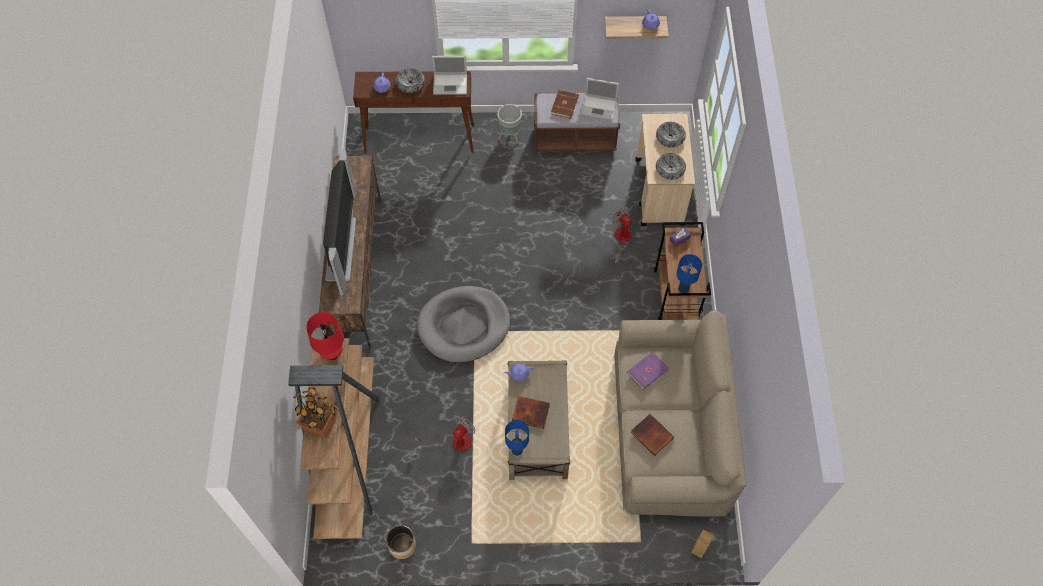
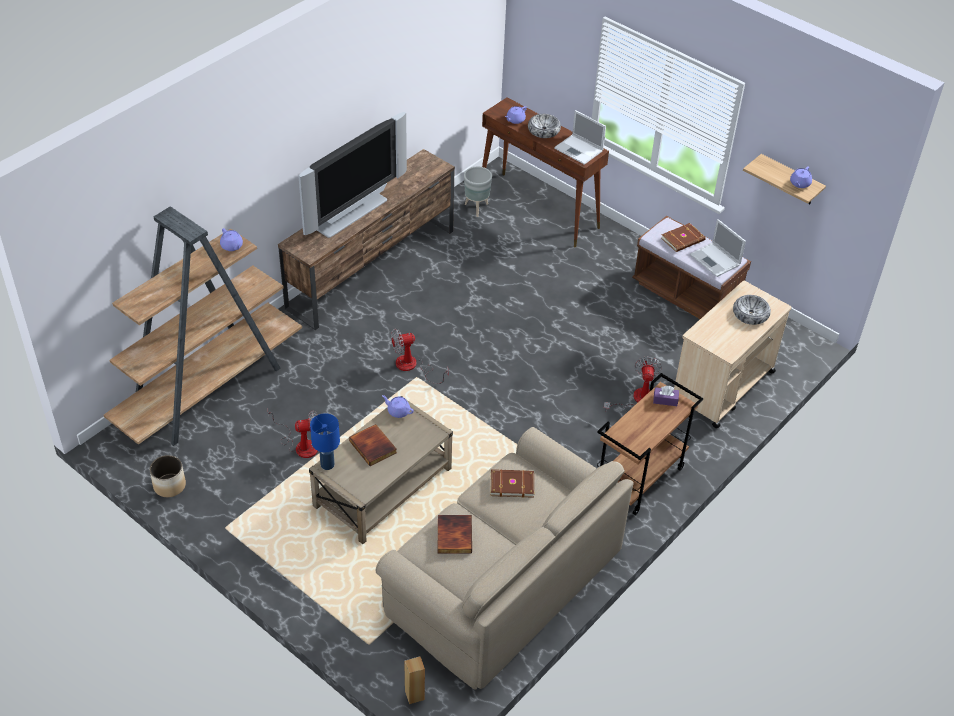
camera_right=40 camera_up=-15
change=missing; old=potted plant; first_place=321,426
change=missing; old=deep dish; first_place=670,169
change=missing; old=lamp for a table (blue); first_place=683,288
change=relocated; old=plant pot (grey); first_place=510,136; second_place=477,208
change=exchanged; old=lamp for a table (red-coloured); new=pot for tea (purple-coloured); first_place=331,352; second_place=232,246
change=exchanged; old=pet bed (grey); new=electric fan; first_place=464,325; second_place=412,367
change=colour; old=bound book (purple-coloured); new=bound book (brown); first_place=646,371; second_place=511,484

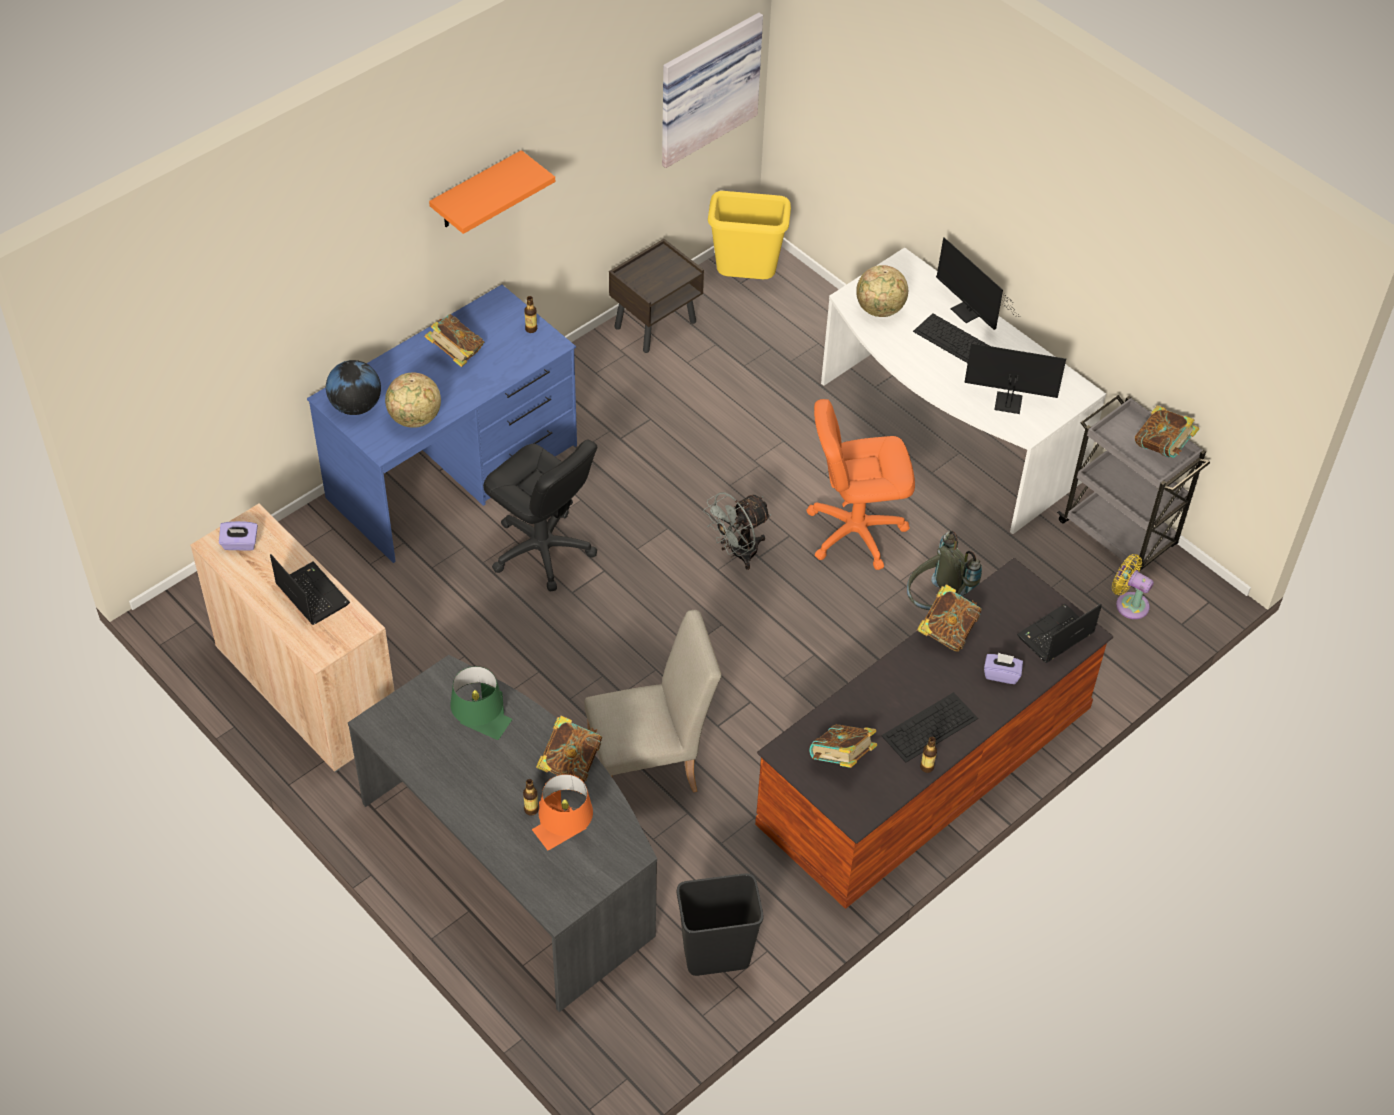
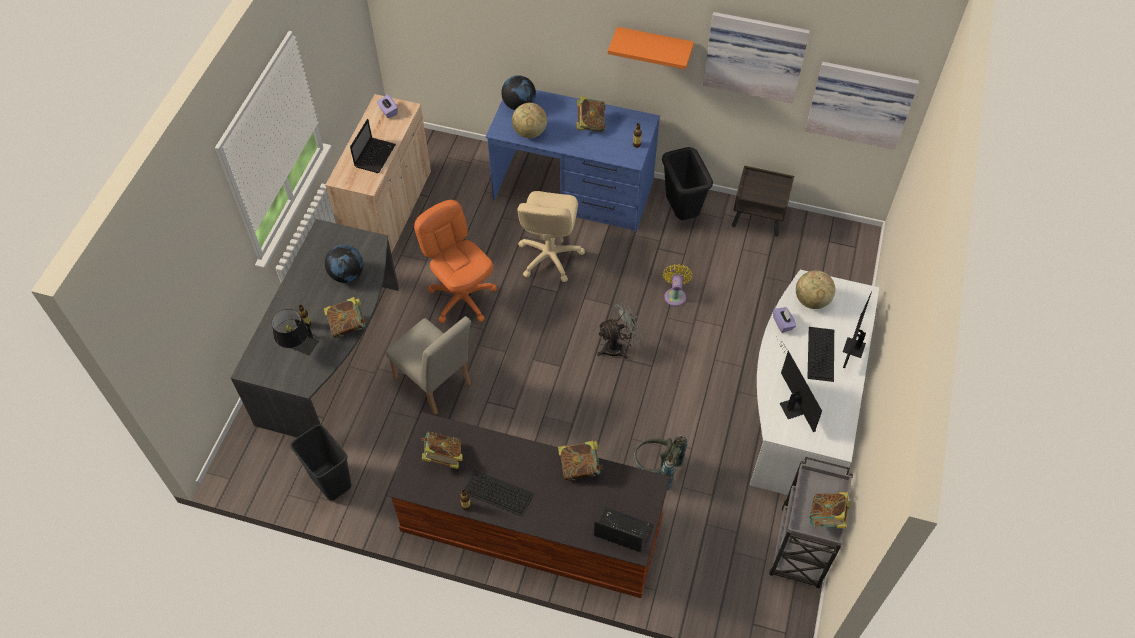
camera_right=60 camera_up=5
change=missing; old=waste bin (yellow-coloured); first_place=745,279
change=appeared; new=waste bin (black); second_place=681,212
change=appeared; new=picture; second_place=755,55
change=relocated; old=computer chair (orangey); first_place=855,531; second_place=462,298
change=relocated; old=tissue holder (purple-coloured); first_place=1001,674; second_place=783,324
change=relocated; old=electric fan (yellow-coloured); first_place=1129,604; second_place=675,295
change=exchanged; old=lamp for a table (green); new=desk globe; first_place=481,728; second_place=347,275
change=colour; old=computer chair (black); new=computer chair (beige); first_place=542,551; second_place=549,257
change=colour; old=lamp for a table (orangey); new=lamp for a table (black); first_place=565,836; second_place=298,348
change=spun; old=electric fan (grey); first_place=737,553; second_place=618,347; degrees=135

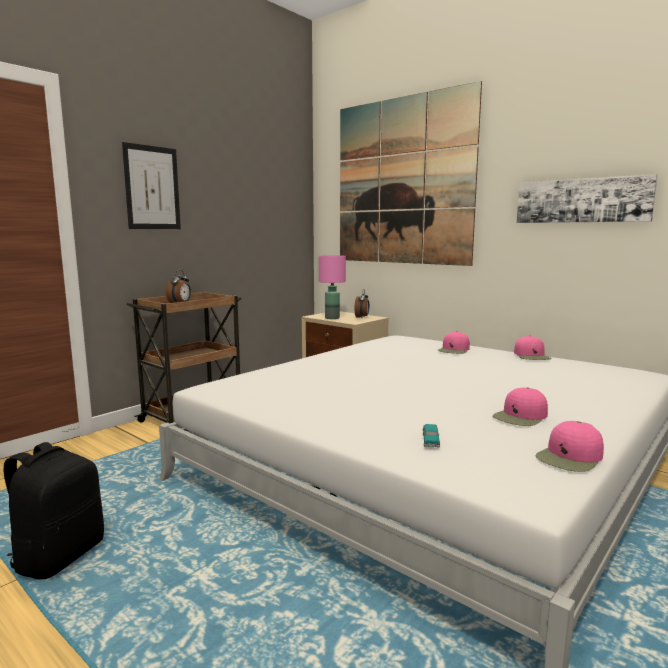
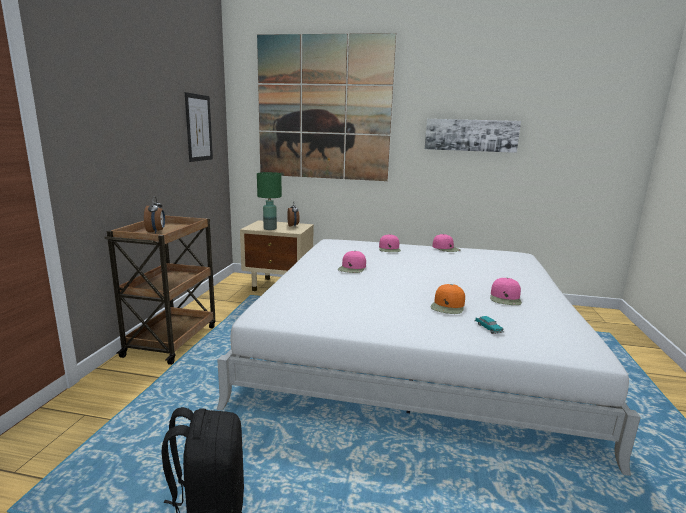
camera_right=-30 camera_up=5
change=appeared; new=peaked cap (orangey); second_place=448,306
change=relocated; old=picture; first_place=152,188; second_place=199,128
change=relocated; old=peaked cap (pinkish); first_place=570,457; second_place=352,268
change=colour; old=lamp for a table (pinkish); new=lamp for a table (green); first_place=332,318; second_place=269,228

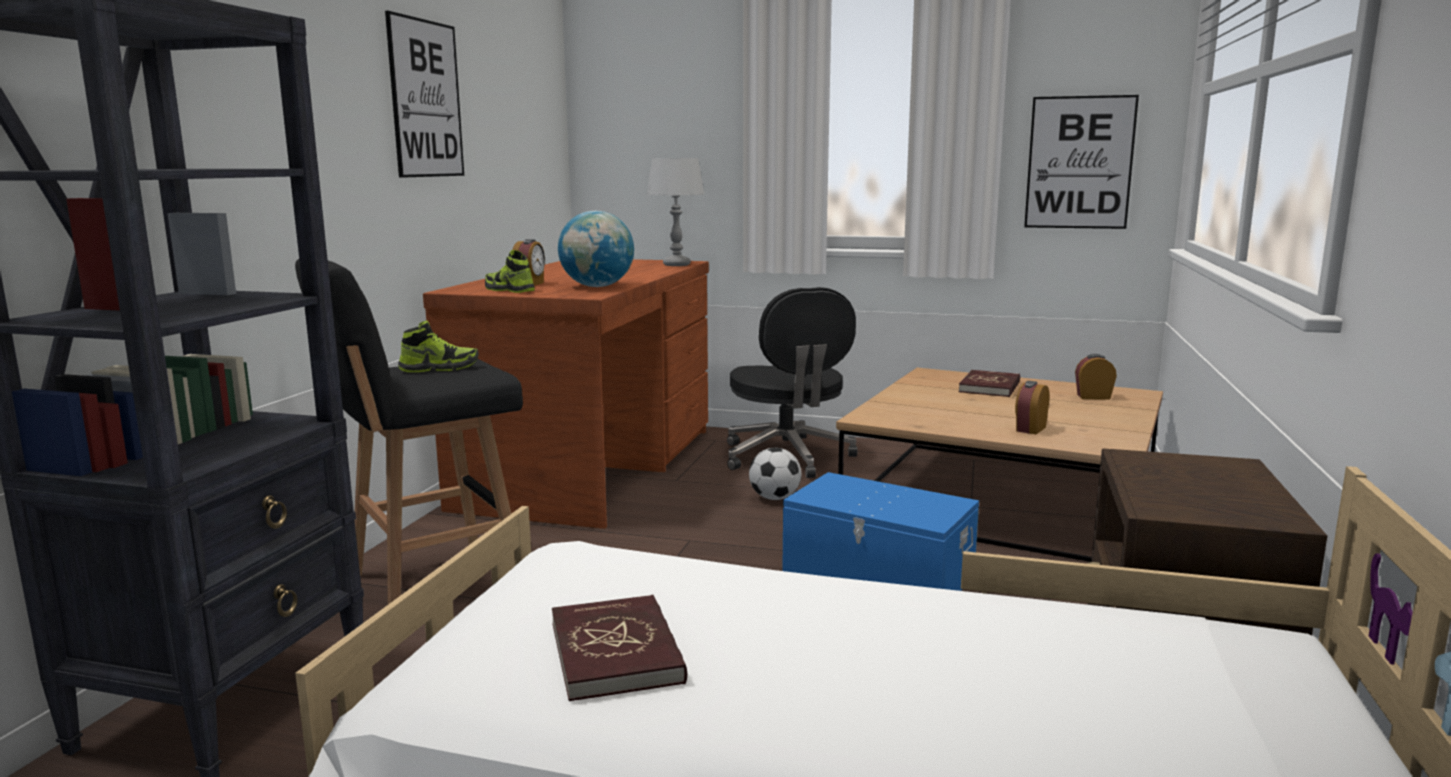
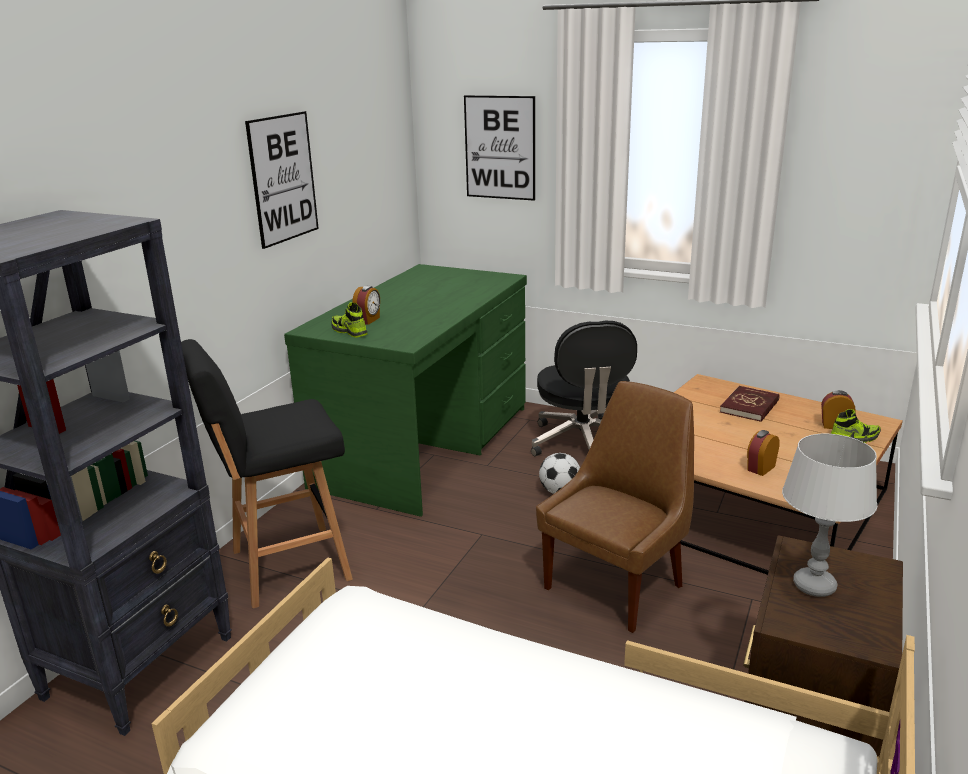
camera_right=10 camera_up=10
change=missing; old=bound book (red-coloured); first_place=616,652
change=missing; old=desk globe; first_place=597,286
change=relocated; old=shoe; first_place=439,368; second_place=854,438
change=relocated; old=lamp for a table (grey); first_place=676,265; second_place=814,585
change=relocated; old=picture; first_place=1079,163; second_place=500,148
change=exchanged; old=storage box (blue); new=plain chair (brown); first_place=878,575; second_place=616,585
change=colour; old=desk unit (brown); new=desk unit (green); first_place=593,467; second_place=426,446

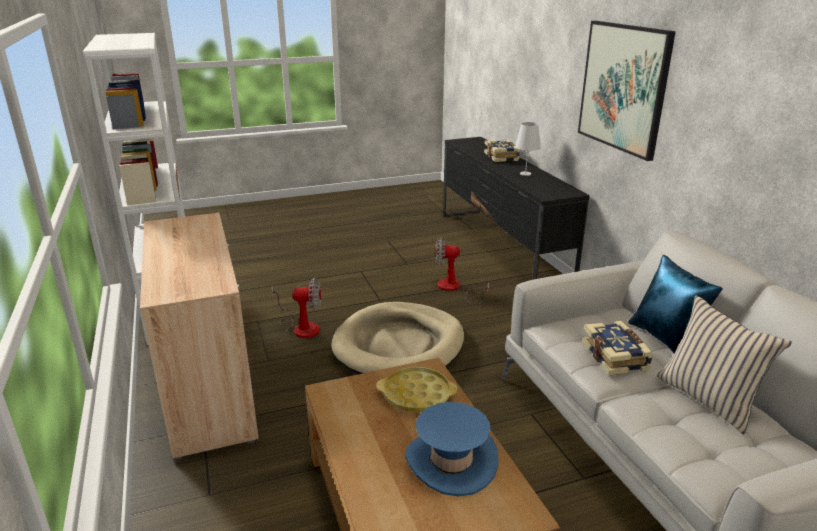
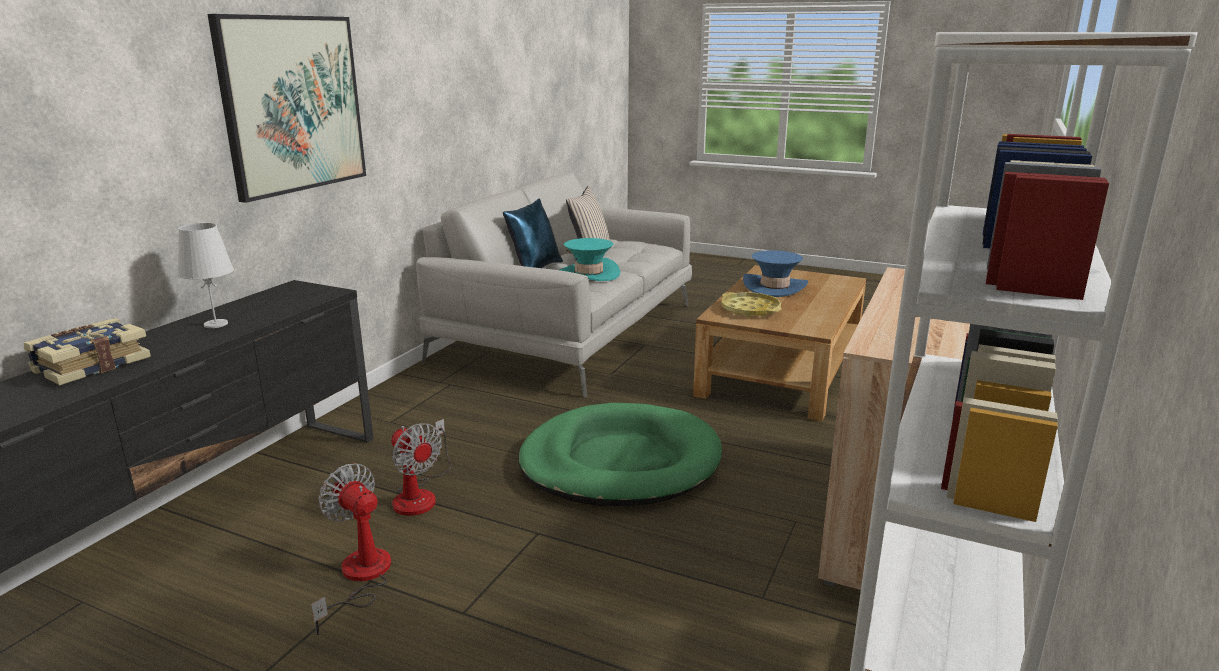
camera_right=-135 camera_up=-5
change=relocated; old=electric fan; first_place=301,327; second_place=359,578
change=exchanged; old=bound book; new=clothing hat (turquoise); first_place=616,357; second_place=588,274
change=colour; old=pet bed (beige); new=pet bed (green); first_place=399,346; second_place=620,462

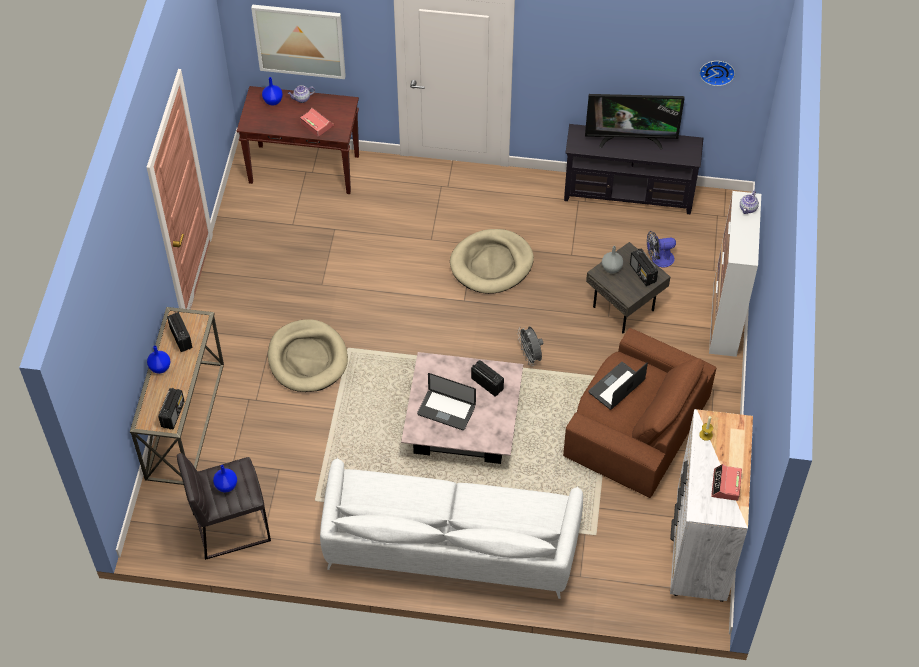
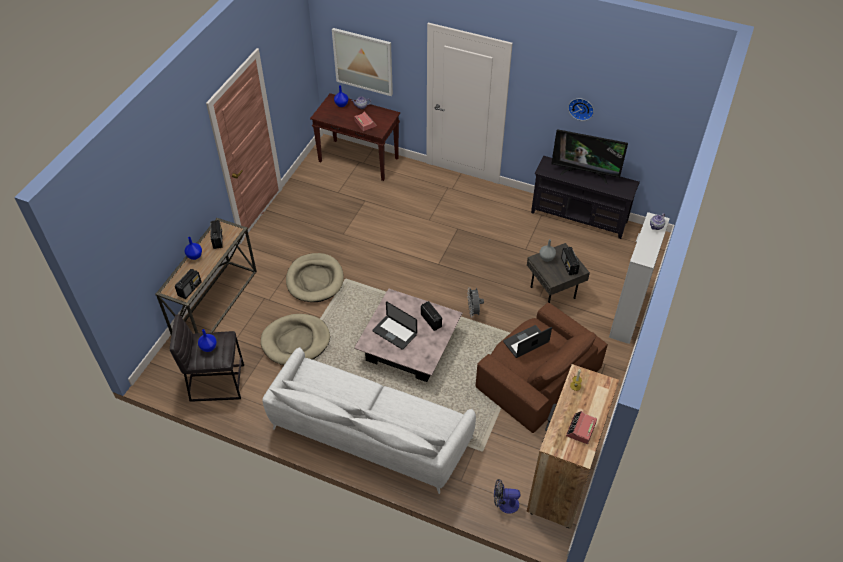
camera_right=15 camera_up=-5
change=relocated; old=pet bed (beige); first_place=491,264; second_place=296,341
change=relocated; old=electric fan; first_place=658,259; second_place=504,504
change=relocated; old=clock on the wall; first_place=717,71; second_place=581,108
change=colour; old=drawer chest (whitish); new=drawer chest (brown); first_place=700,548; second_place=562,481

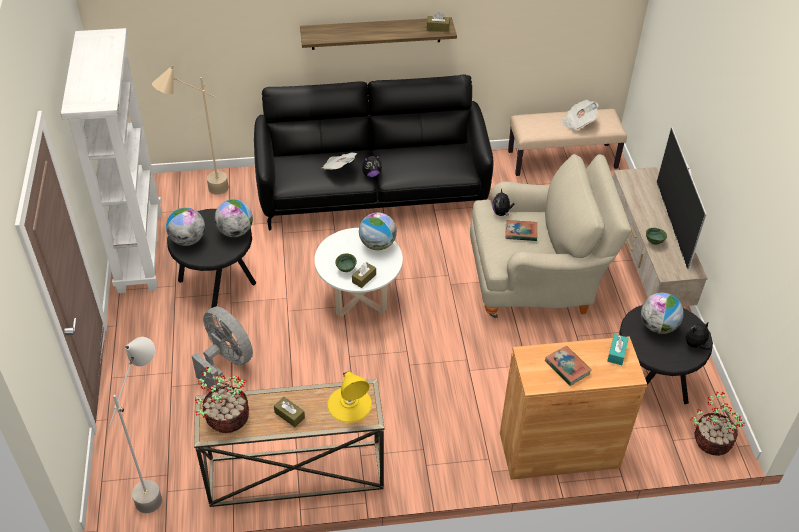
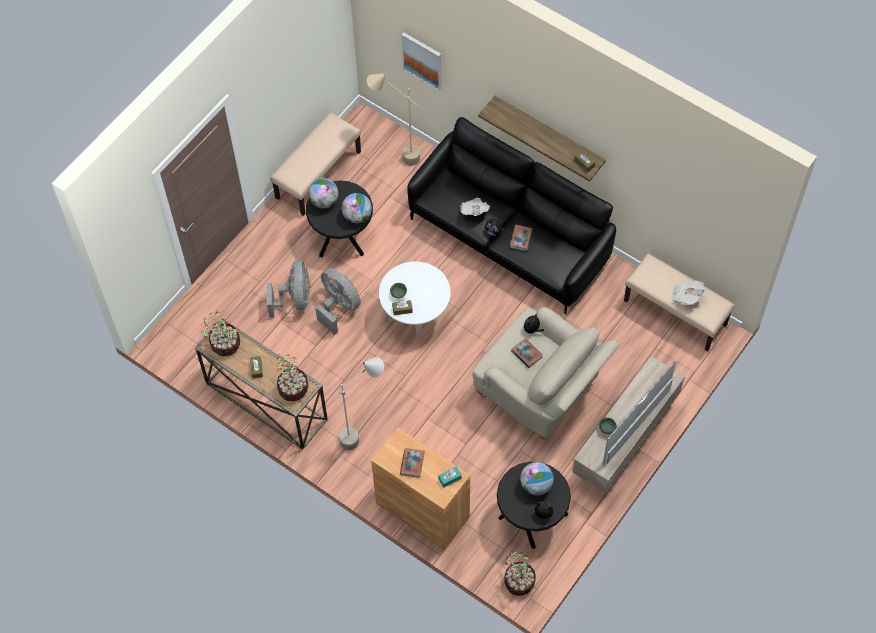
camera_right=45 camera_up=15
change=missing; old=desk globe; first_place=377,244
change=appeared; new=electric fan (grey); second_place=338,307
change=appeared; new=picture; second_place=422,60
change=appeared; new=bound book; second_place=521,239
change=relocated; old=floor lamp (grey); first_place=159,482; second_place=364,434
change=exchanged; old=bookshelf (whitish); new=bench (beige); first_place=139,250; second_place=318,174
change=exchanged; old=lamp for a table (yellow-coloured); new=potted plant; first_place=349,404; second_place=292,388

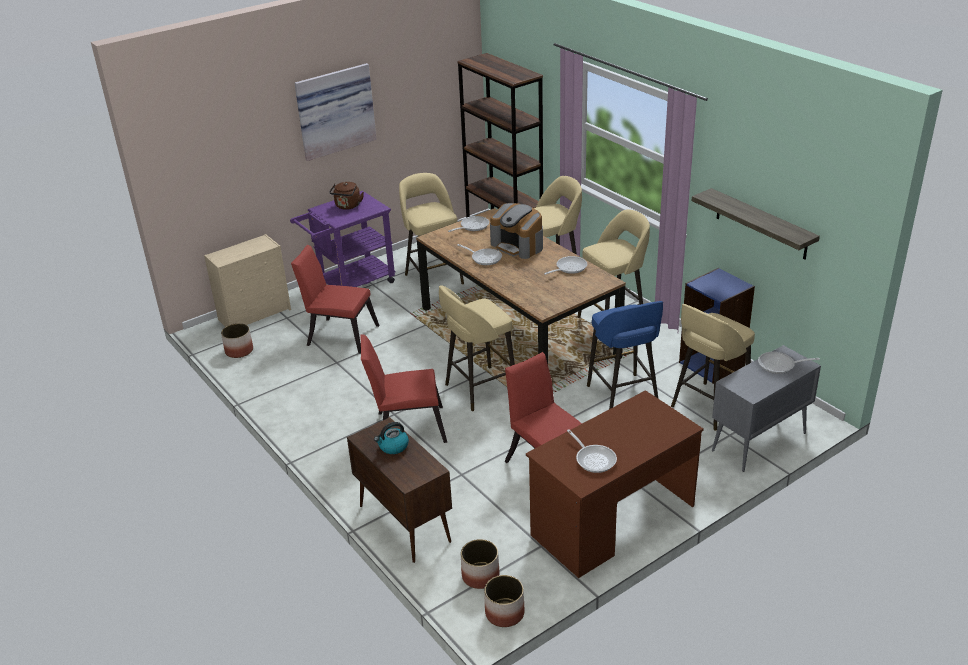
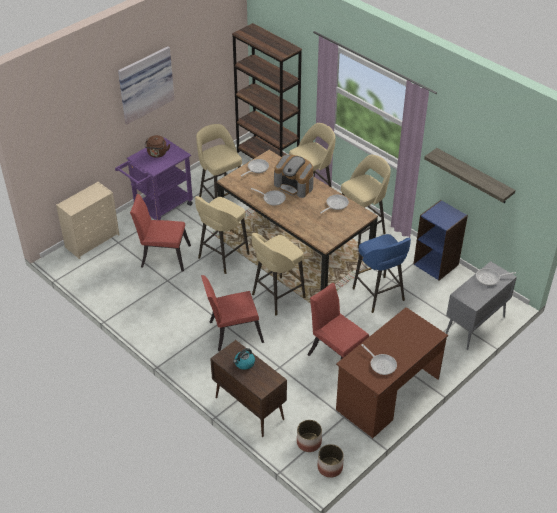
camera_right=-10 camera_up=10
change=missing; old=plant pot; first_place=239,351
change=relocated; old=stool (beige); first_place=708,407; second_place=222,257

